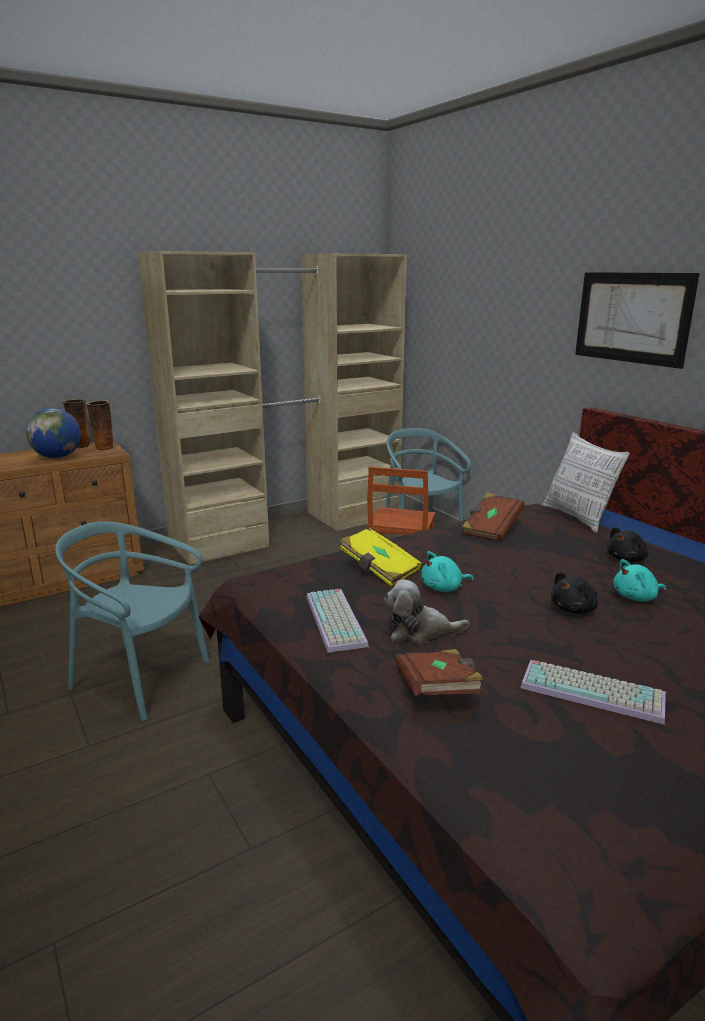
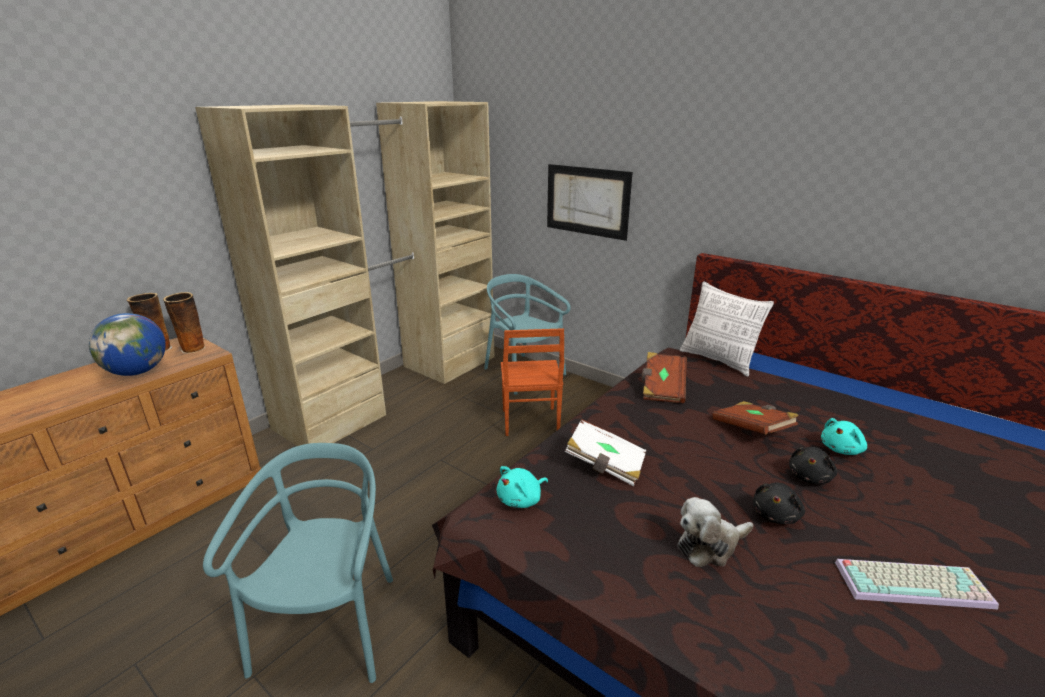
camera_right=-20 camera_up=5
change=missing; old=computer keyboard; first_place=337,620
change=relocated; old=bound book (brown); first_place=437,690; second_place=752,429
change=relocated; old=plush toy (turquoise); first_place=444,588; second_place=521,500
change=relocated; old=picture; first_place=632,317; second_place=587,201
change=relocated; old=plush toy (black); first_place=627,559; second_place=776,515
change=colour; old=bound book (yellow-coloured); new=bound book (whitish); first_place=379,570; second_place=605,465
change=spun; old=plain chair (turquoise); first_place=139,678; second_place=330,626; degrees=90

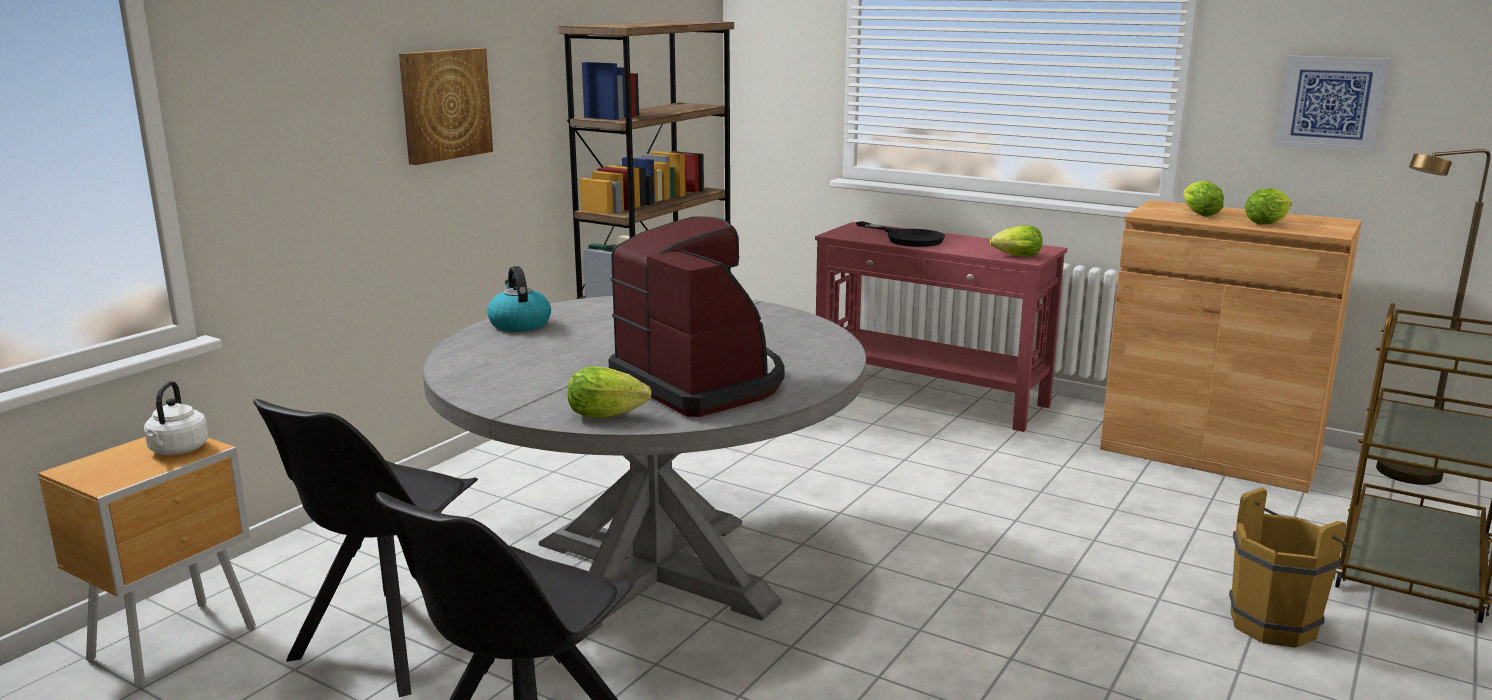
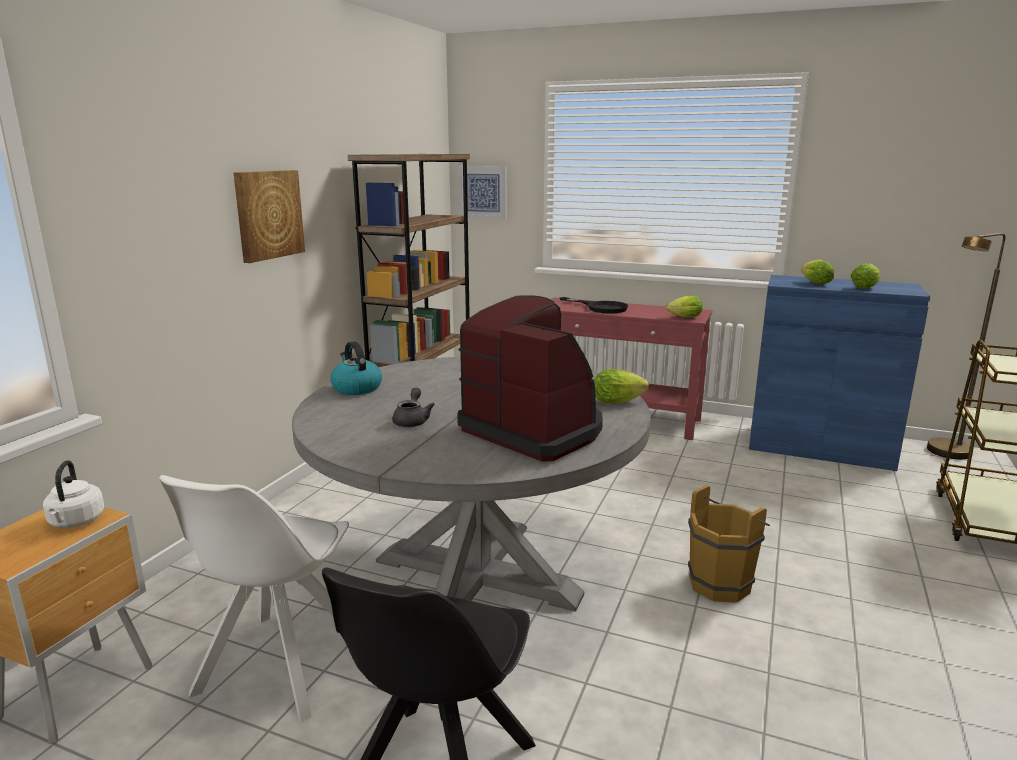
camera_right=-10 camera_up=0
change=appeared; new=pot for tea (grey); second_place=412,421
change=relocated; old=lettuce head; first_place=611,416; second_place=620,402
change=relocated; old=water bucket (brown); first_place=1277,623; second_place=722,583
change=relocated; old=picture; first_place=1331,103; second_place=483,192
change=colour; old=plain chair (black); new=plain chair (whitish); first_place=391,642; second_place=278,667
change=colour; old=cupboard (brown); new=cupboard (blue); first_place=1209,453; second_place=819,447

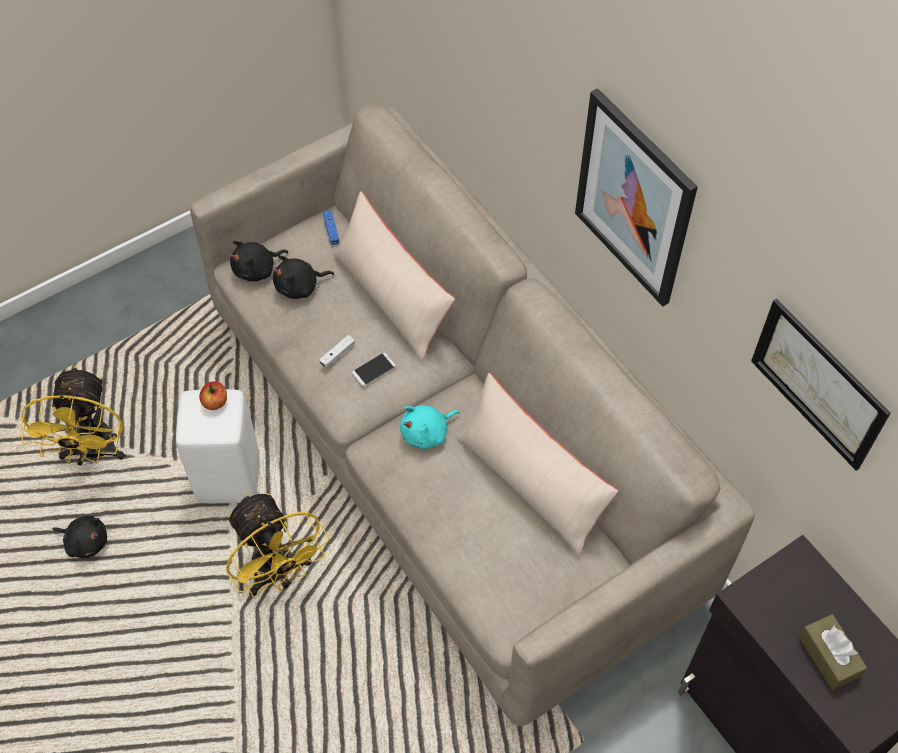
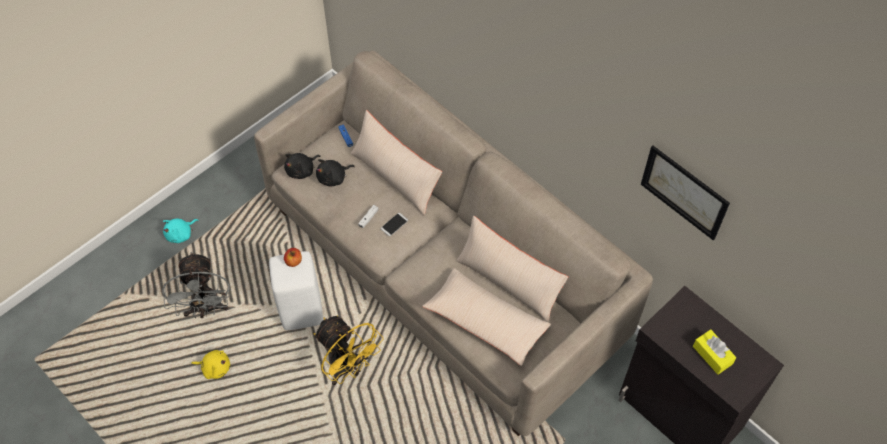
camera_right=-10 camera_up=0
change=missing; old=picture; first_place=634,199
change=appeared; new=cushion (beige); second_place=486,322
change=relocated; old=plush toy (turquoise); first_place=427,433; second_place=181,234
change=colour; old=electric fan (yellow-coloured); new=electric fan (grey); first_place=93,453; second_place=206,309
change=colour; old=plush toy (black); new=plush toy (yellow-coloured); first_place=85,542; second_place=215,368
change=colour; old=tissue holder (brown); new=tissue holder (yellow-coloured); first_place=829,656; second_place=712,355

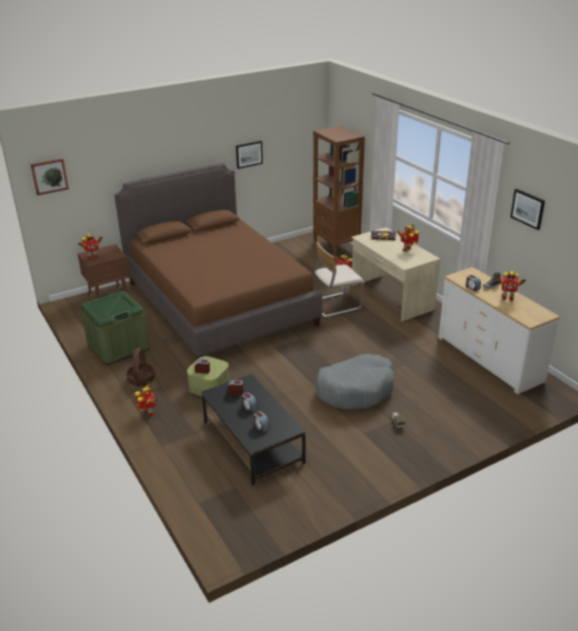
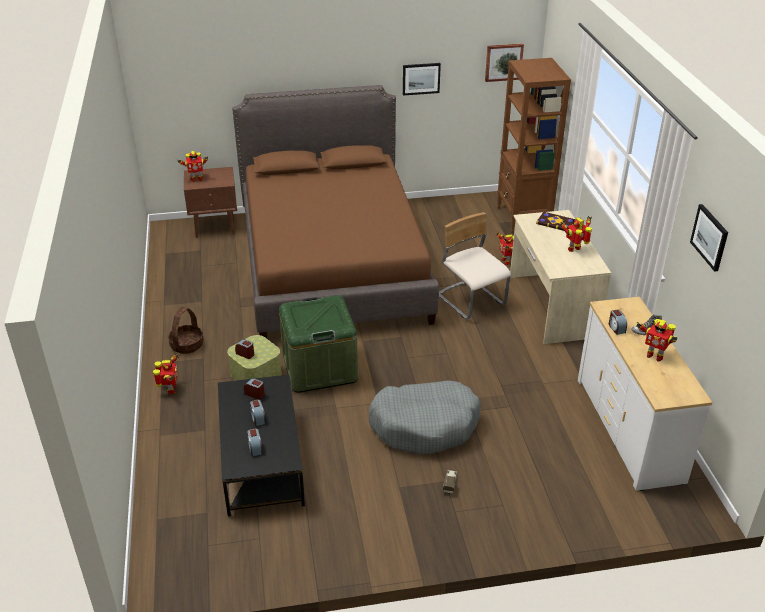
camera_right=20 camera_up=5
change=relocated; old=picture; first_place=49,176; second_place=503,62
change=relocated; old=storage box (green); first_place=118,347; second_place=319,368
change=spun; old=plain chair (beige); first_place=335,305; second_place=471,300; degrees=60

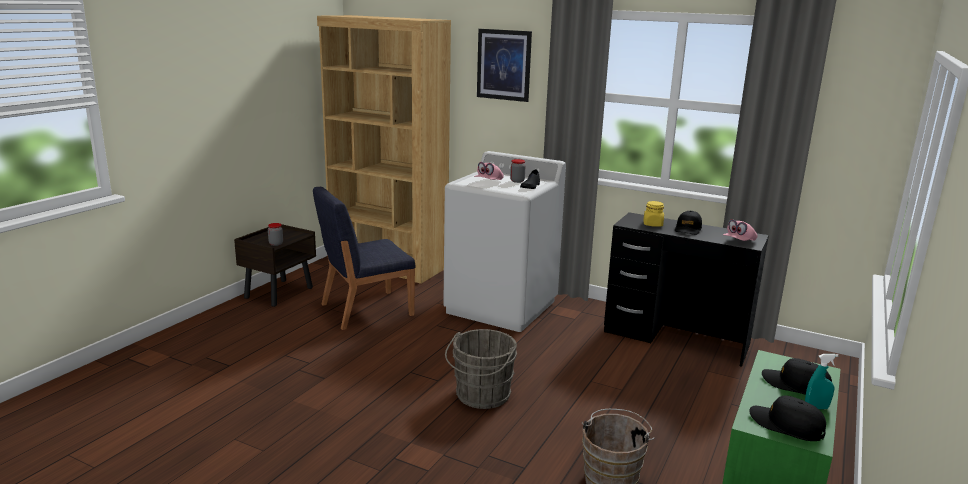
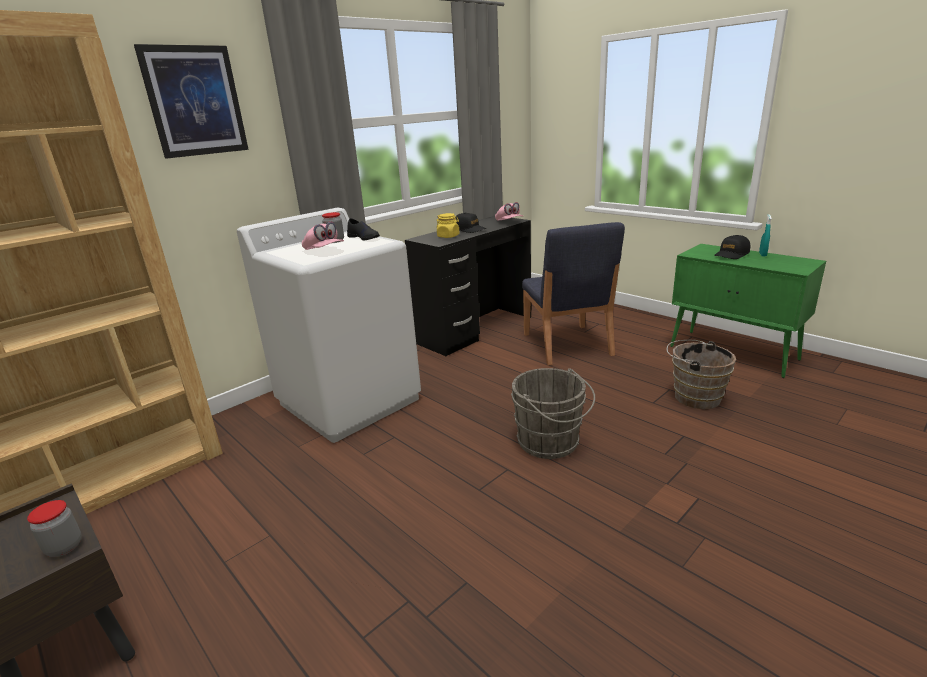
camera_right=-70 camera_up=5
change=missing; old=peaked cap (black); first_place=786,425
change=relocated; old=plain chair (blue); first_place=365,309; second_place=566,345

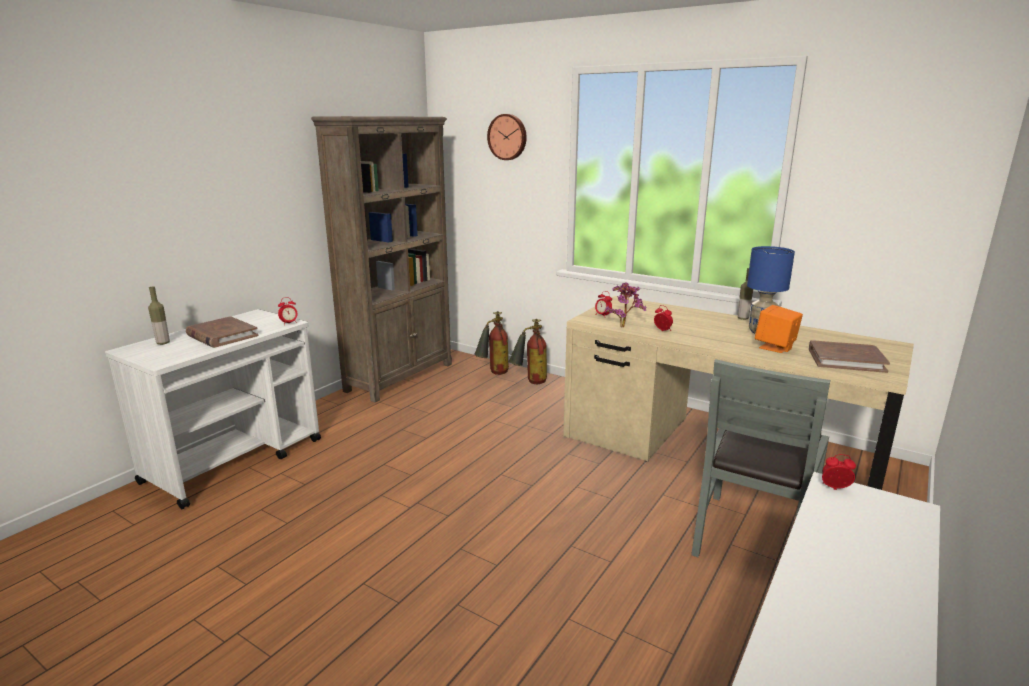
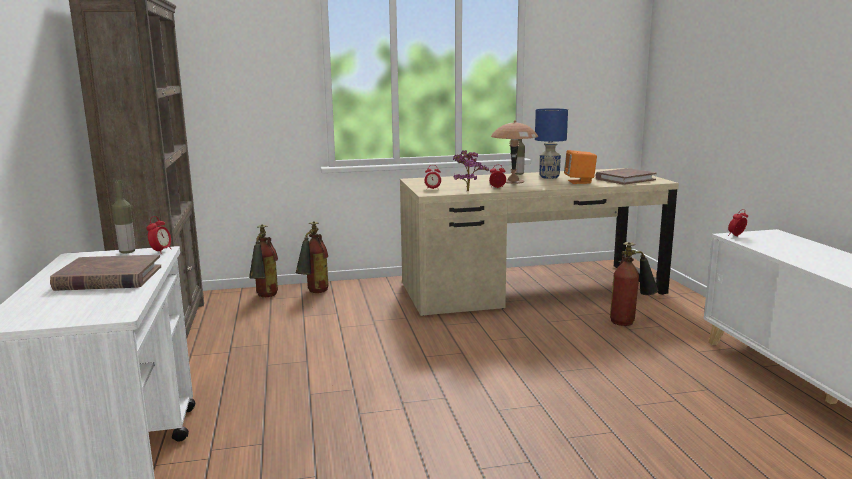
camera_right=-45 camera_up=-5
change=missing; old=clock on the wall; first_place=508,137
change=appeared; new=lamp for a table (brown); second_place=513,181
change=relocated; old=beverage bottle; first_place=163,343; second_place=127,252
change=exchanged; old=plain chair (grey); new=extinguisher; first_place=751,537; second_place=630,321

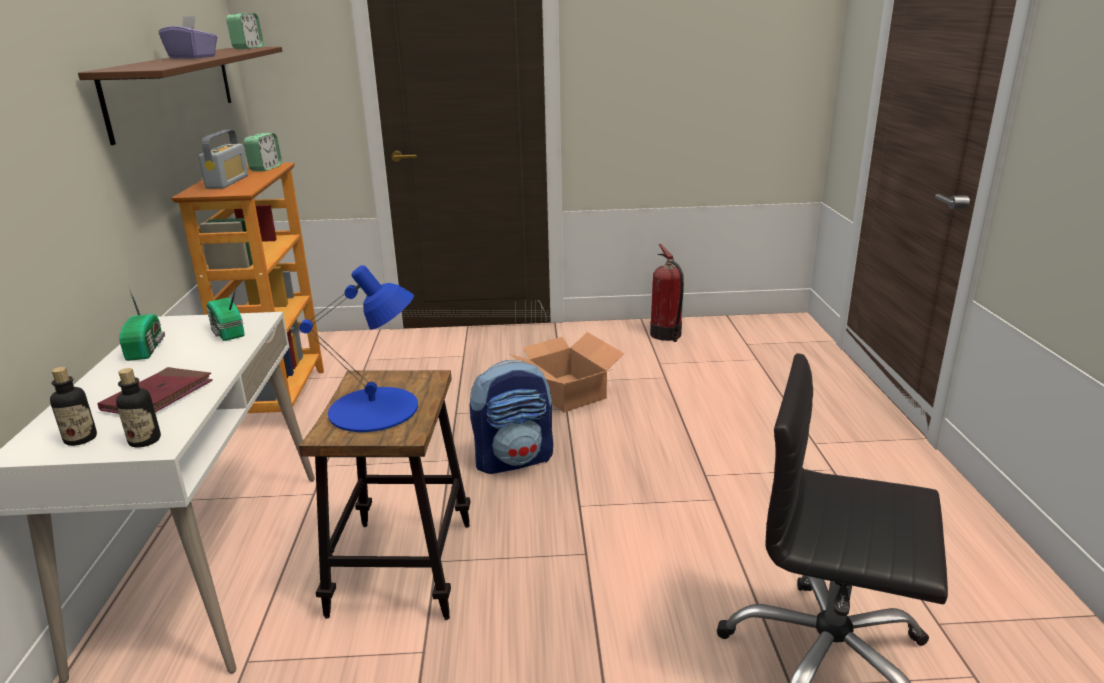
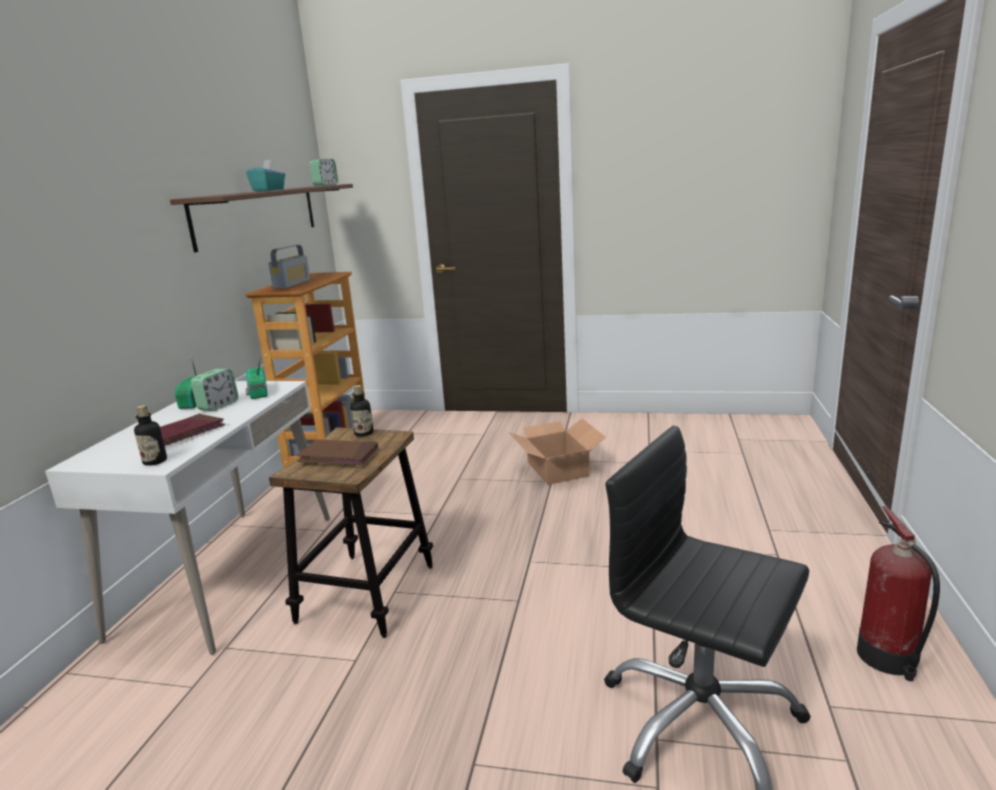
camera_right=15 camera_up=-5
change=missing; old=rucksack; first_place=514,459
change=relocated; old=beverage bottle; first_place=81,439; second_place=364,433
change=relocated; old=bedside clock; first_place=265,168; second_place=218,406
change=relocated; old=extinguisher; first_place=666,335; second_place=889,658
change=exchanged; old=lamp for a table (blue); new=bound book (brown); first_place=375,409; second_place=338,456
change=colour; old=tissue holder (purple-coloured); new=tissue holder (turquoise); first_place=193,57; second_place=268,190

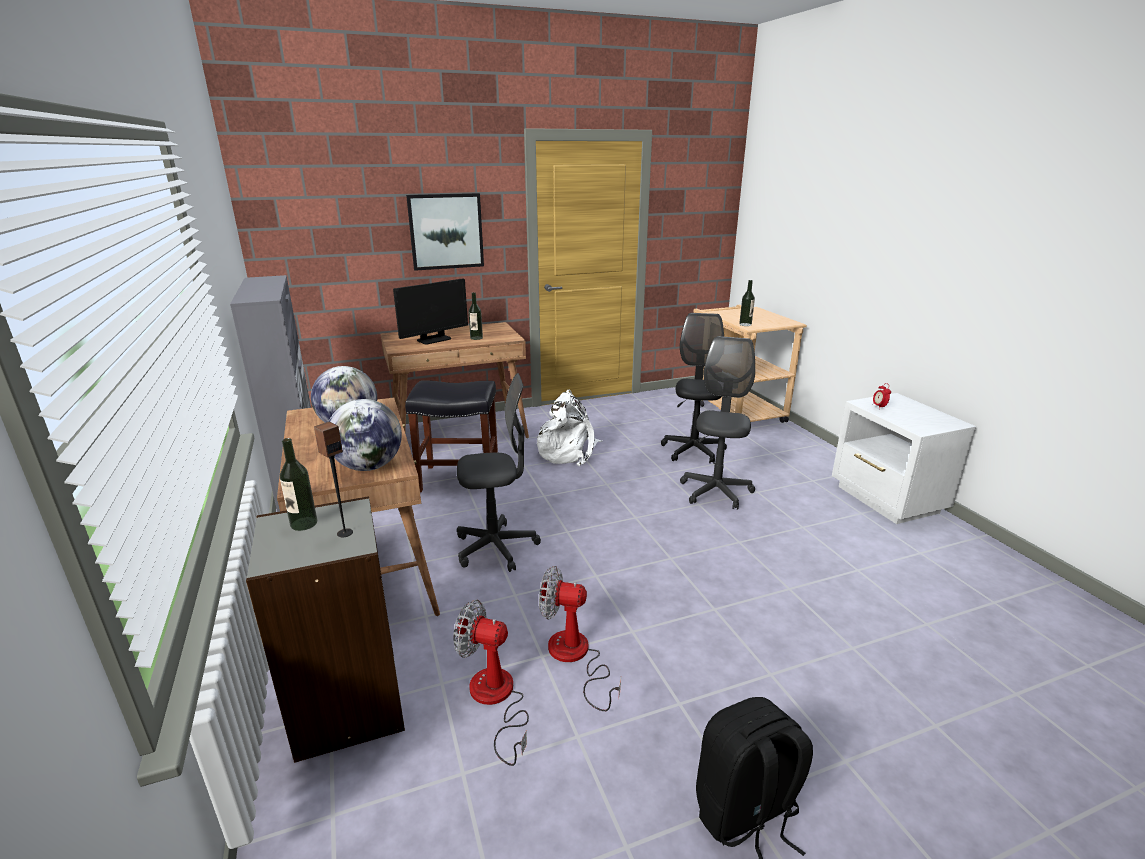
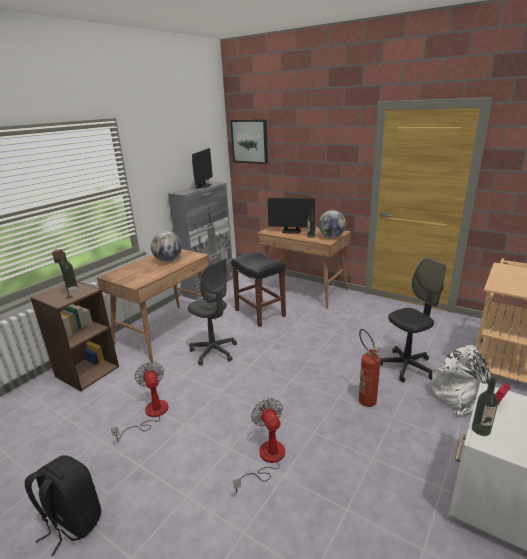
camera_right=55 camera_up=0
change=appeared; new=computer screen; second_place=203,186
change=relocated; old=desk globe; first_place=369,466; second_place=331,237
change=relocated; old=picture; first_place=446,231; second_place=250,141
change=relocated; old=electric fan; first_place=495,700; second_place=266,459
change=relocated; old=rucksack (whitish); first_place=568,452; second_place=463,396
change=relocated; old=beverage bottle; first_place=745,324; second_place=481,429
change=exchanged; old=computer chair (grey); new=extinguisher; first_place=716,492; second_place=364,398
change=colour; old=bookshelf (grey); new=bookshelf (brown); first_place=346,705; second_place=87,371

